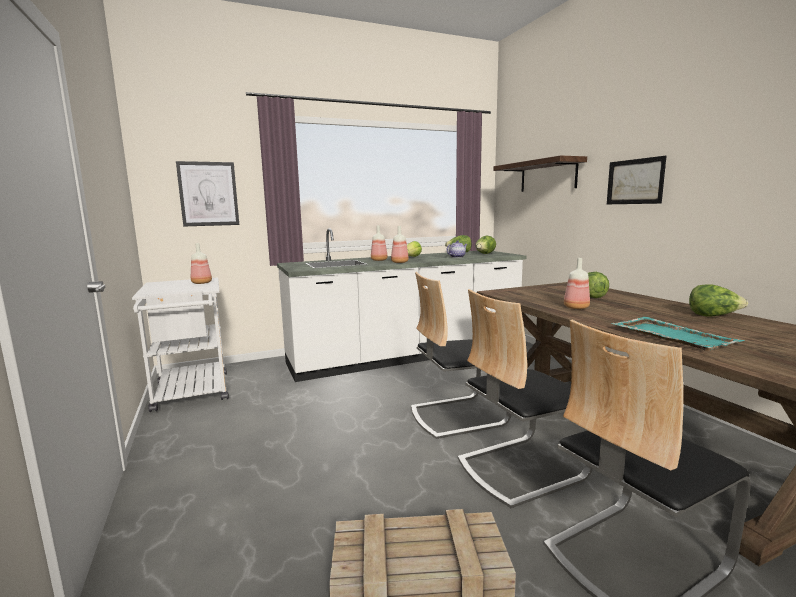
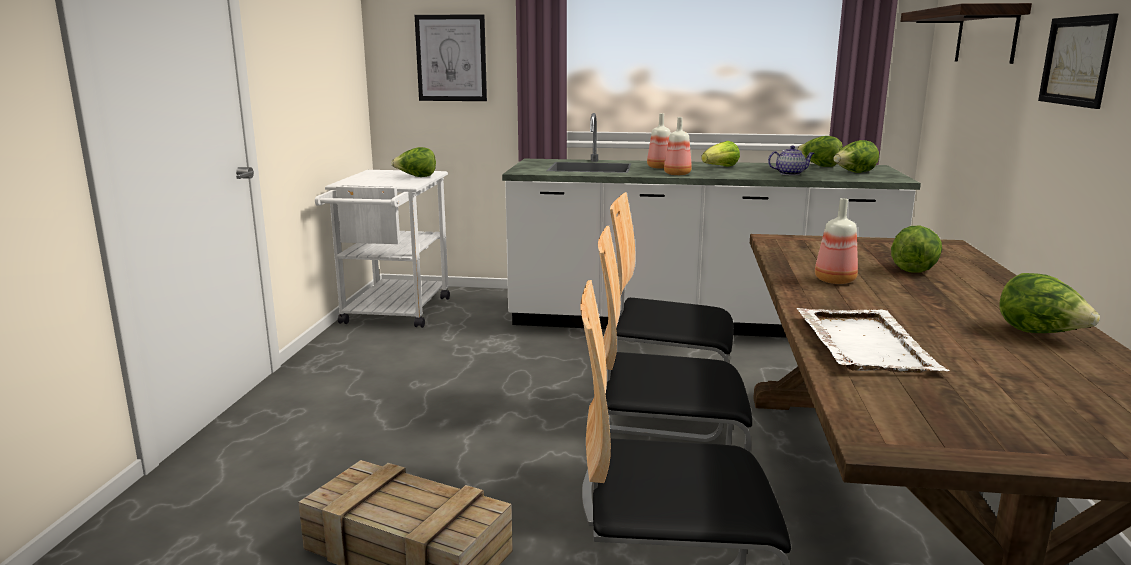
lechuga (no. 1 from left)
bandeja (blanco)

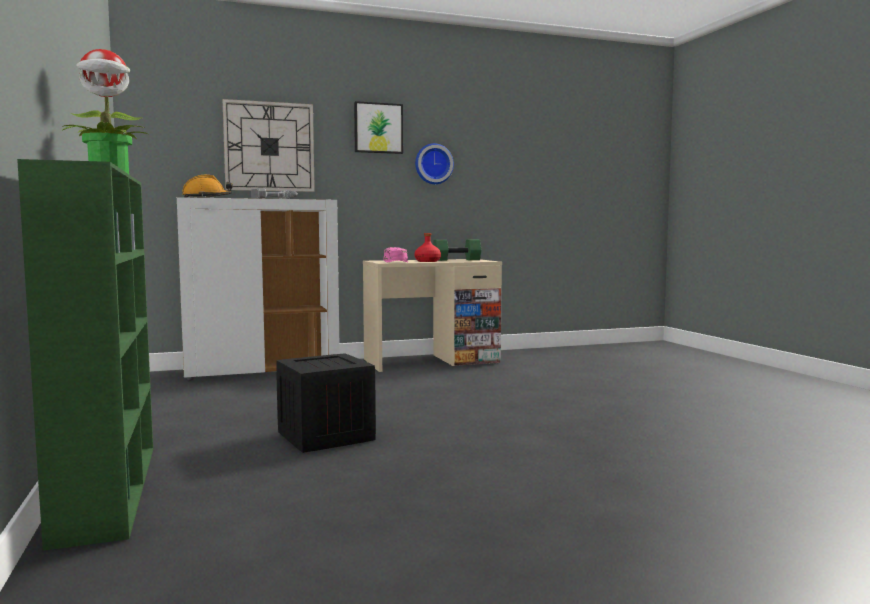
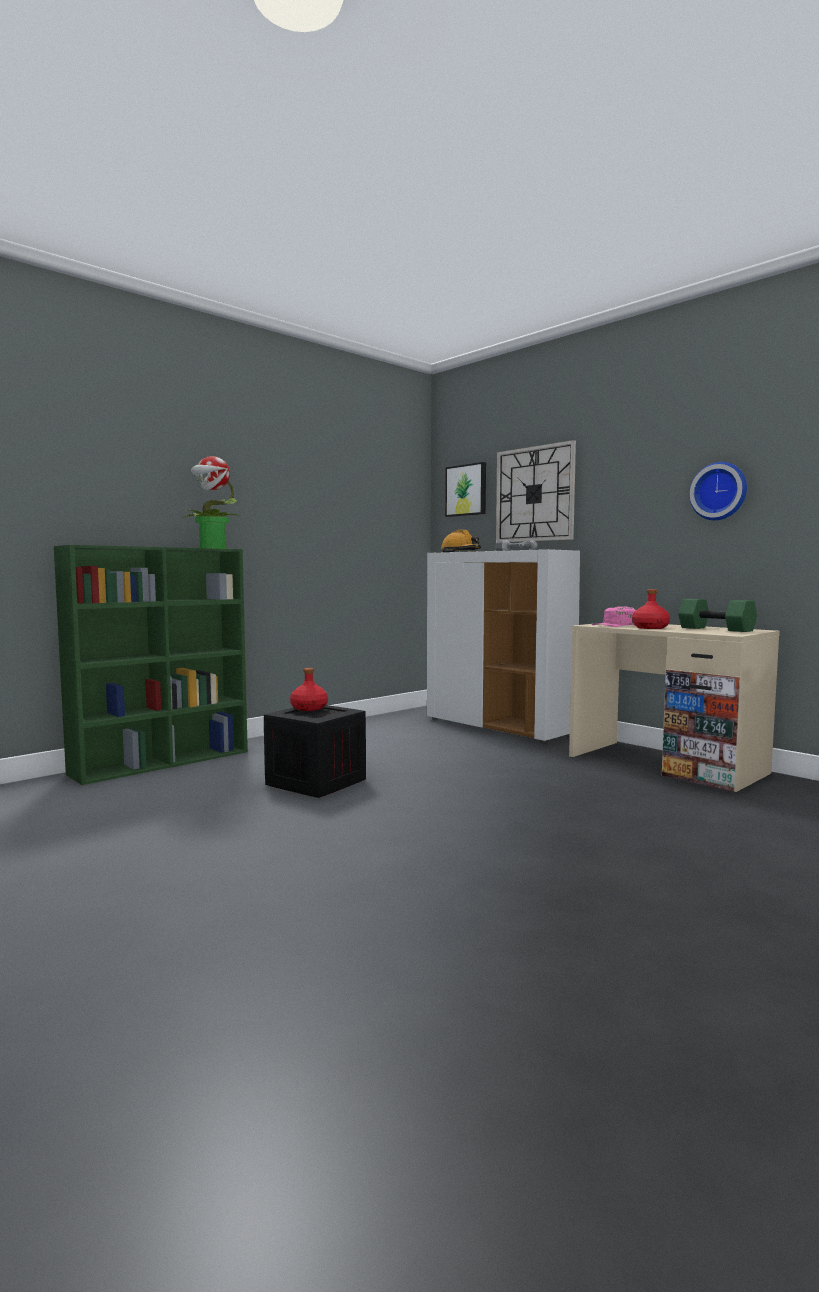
cuadro
botella (rojo) (no. 1 from left)

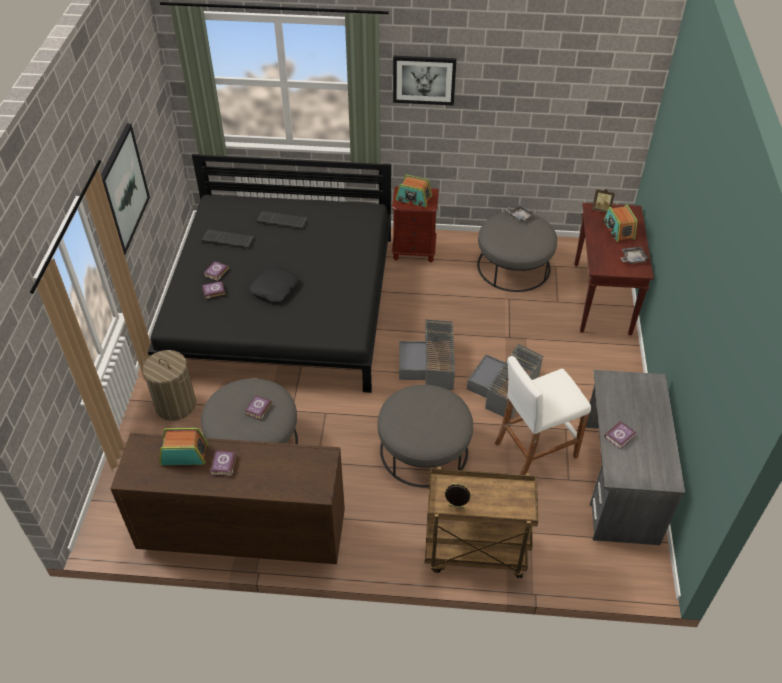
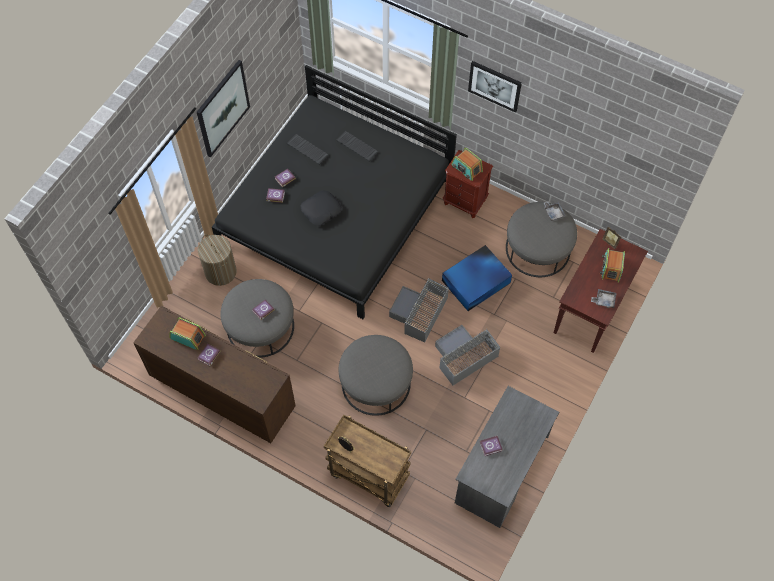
taburete (blanco)
caja de almacenaje (azul)

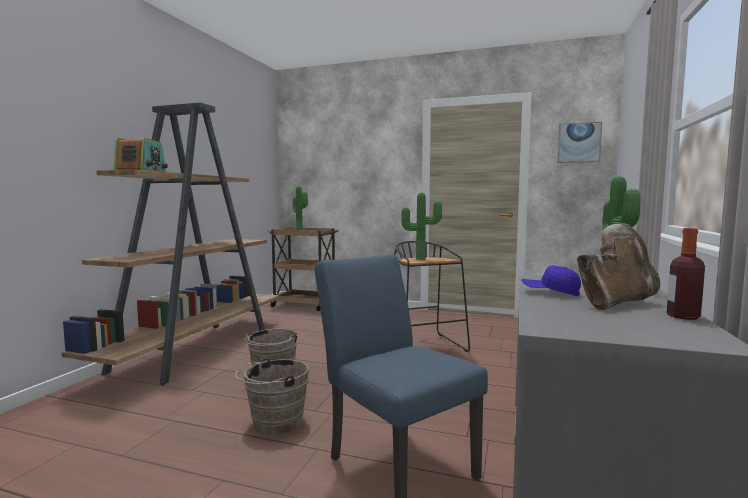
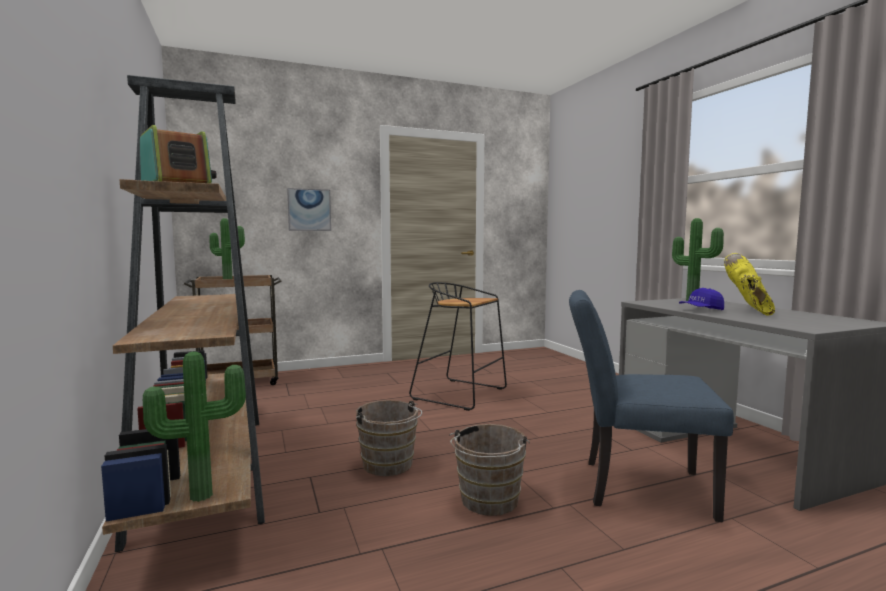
planta en maceta (no. 1 from left)
cuadro
bota (amarillo)
botella

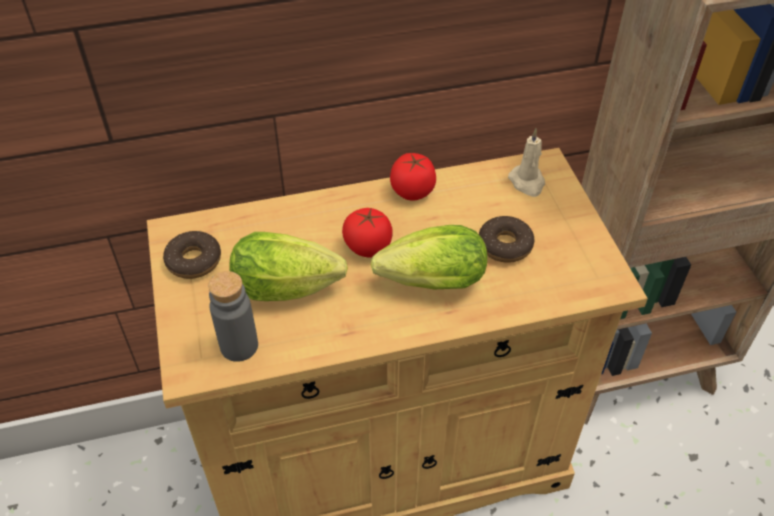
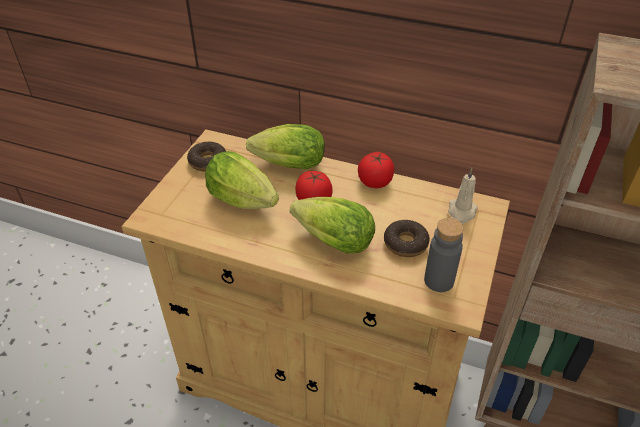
botella (gris)
lechuga (no. 2 from left)

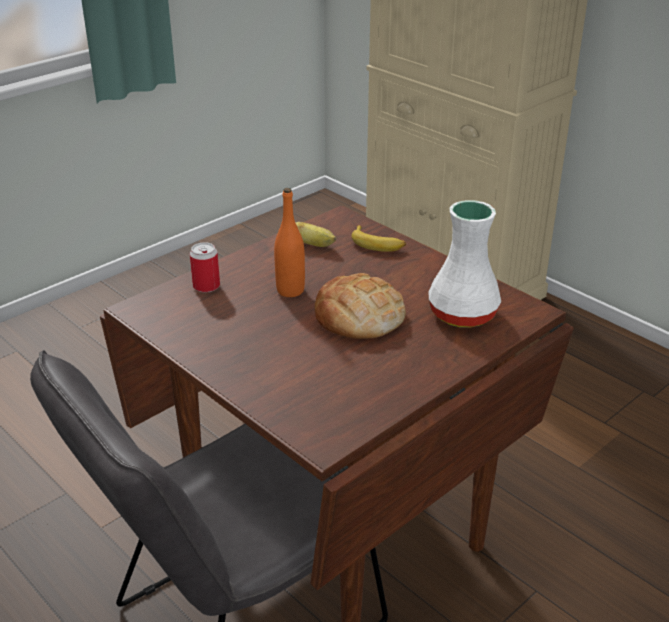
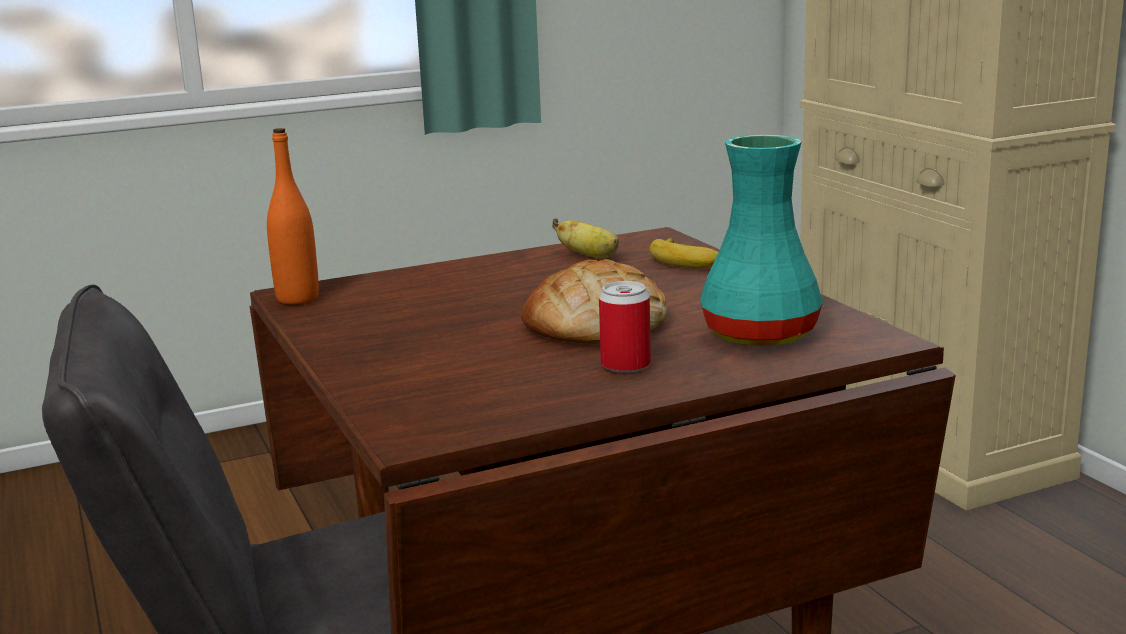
lata
botella (naranja)
florero (turquesa)

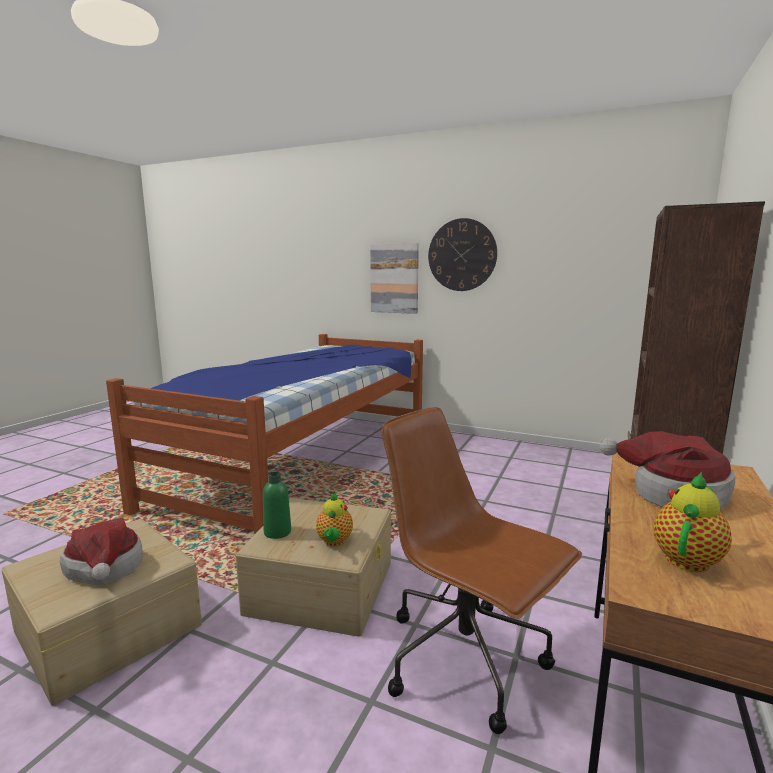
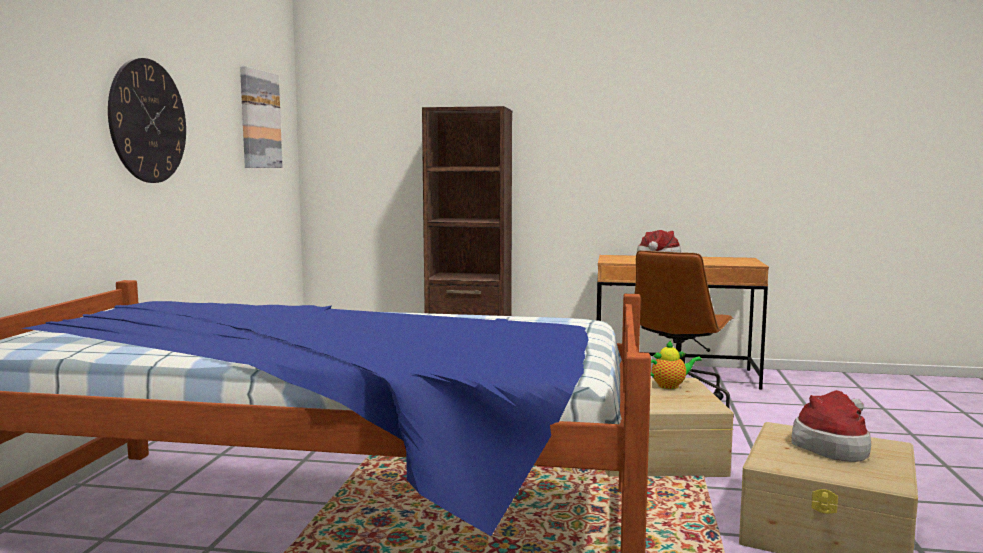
botella (verde)
cuadro
tetera (no. 2 from left in the first image)

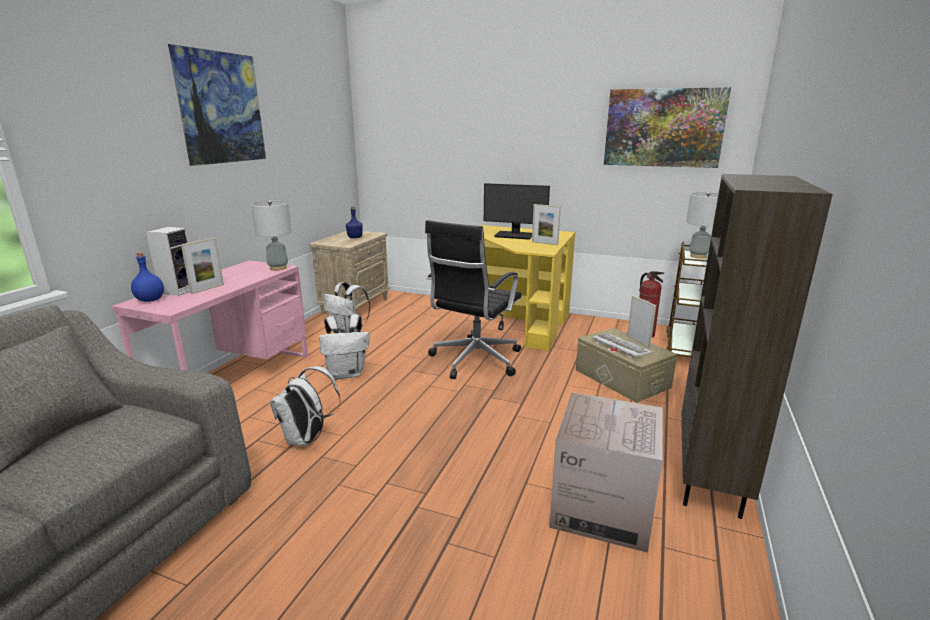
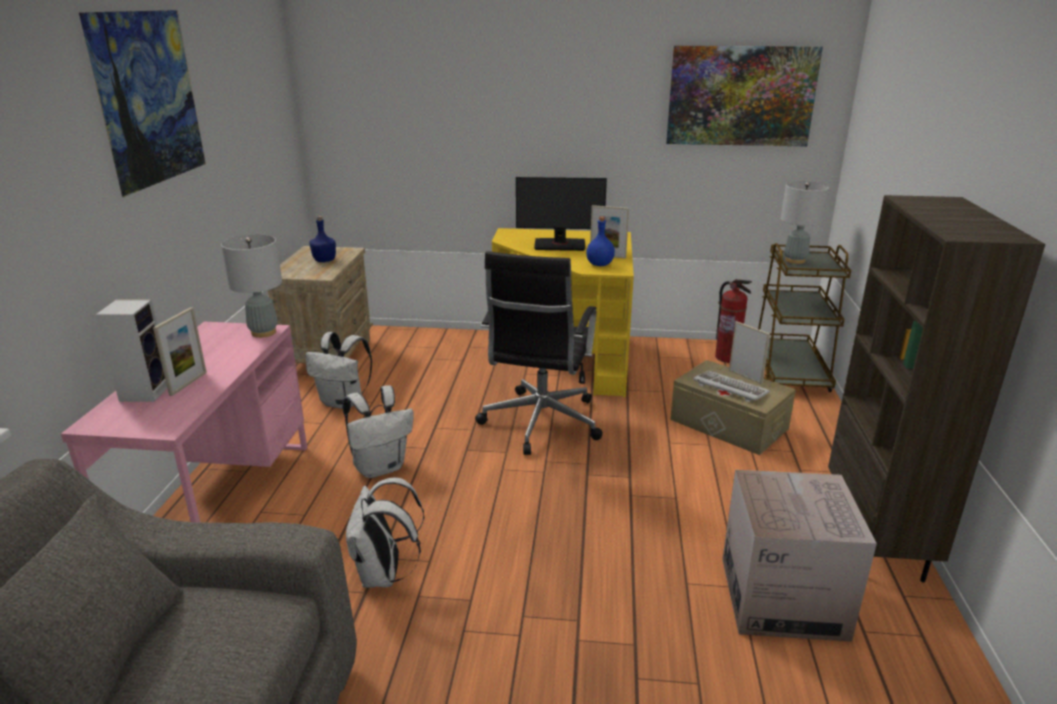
botella (azul) (no. 2 from left)

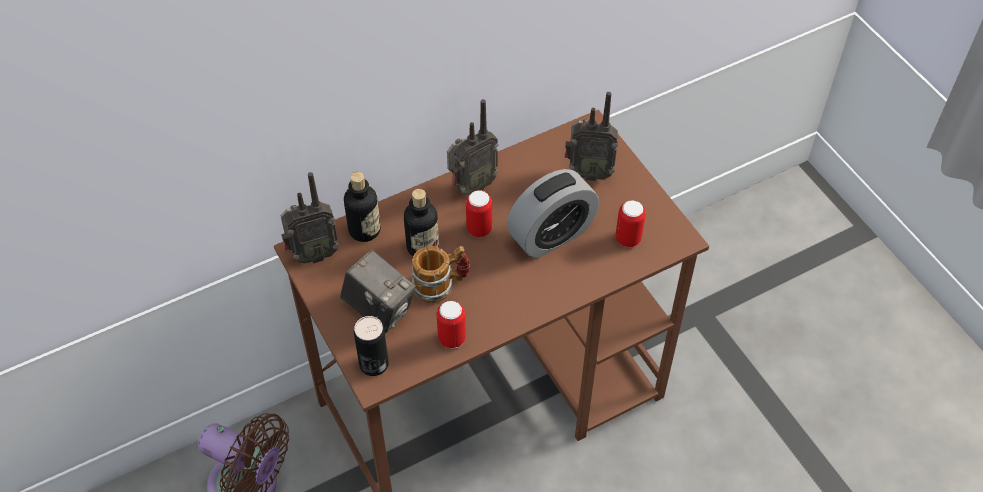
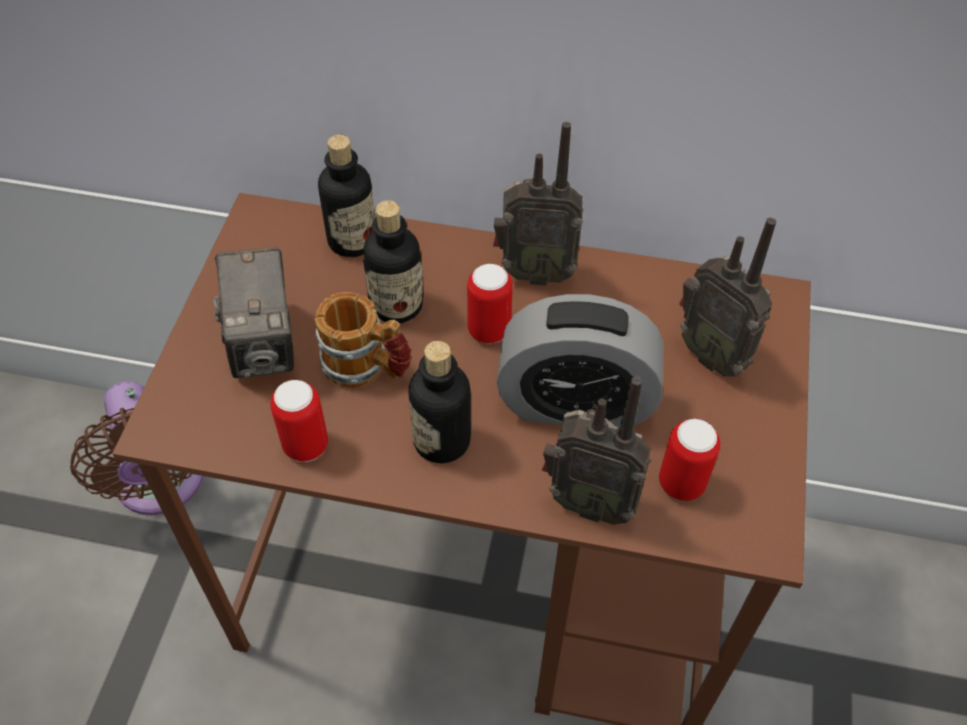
radio (no. 2 from left)
lata (no. 1 from left in the first image)
botella (no. 3 from left)

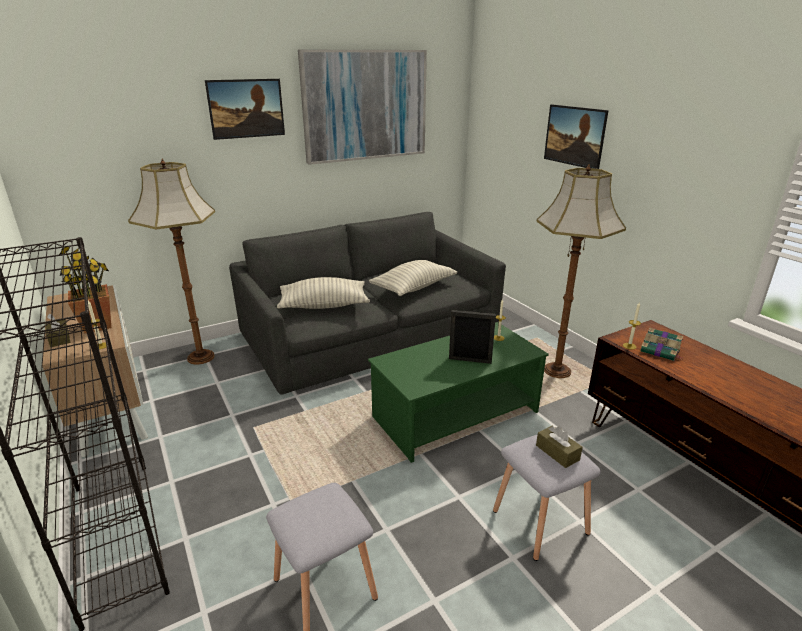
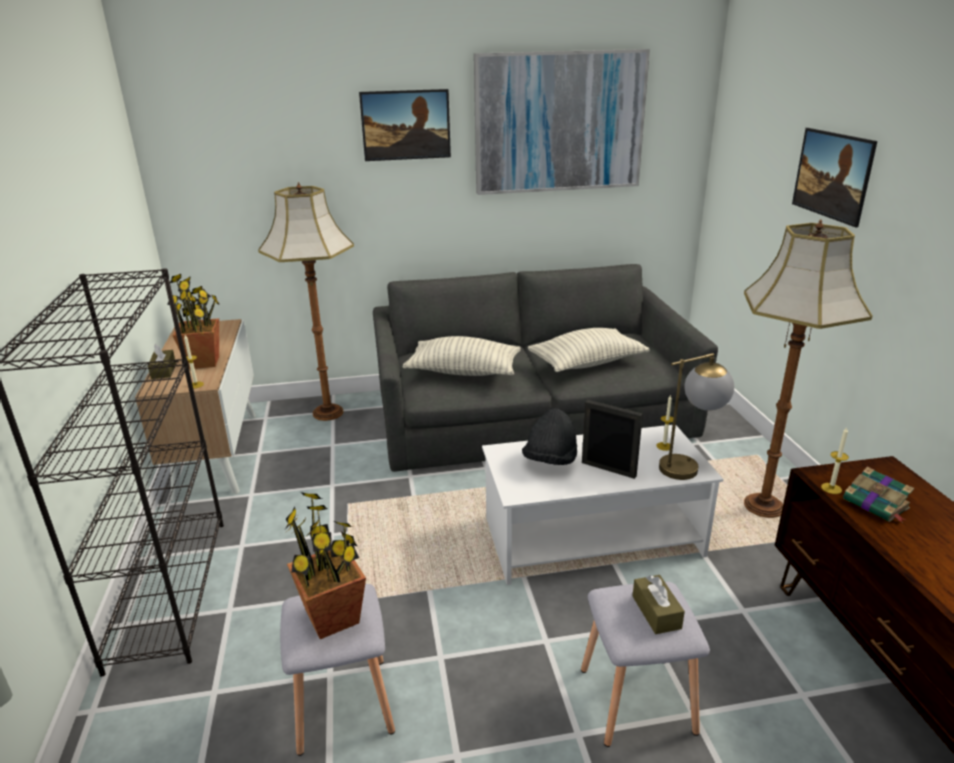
mesa de centro (blanco)
planta en maceta (no. 2 from left)
sombrero (negro)
lámpara de mesa

